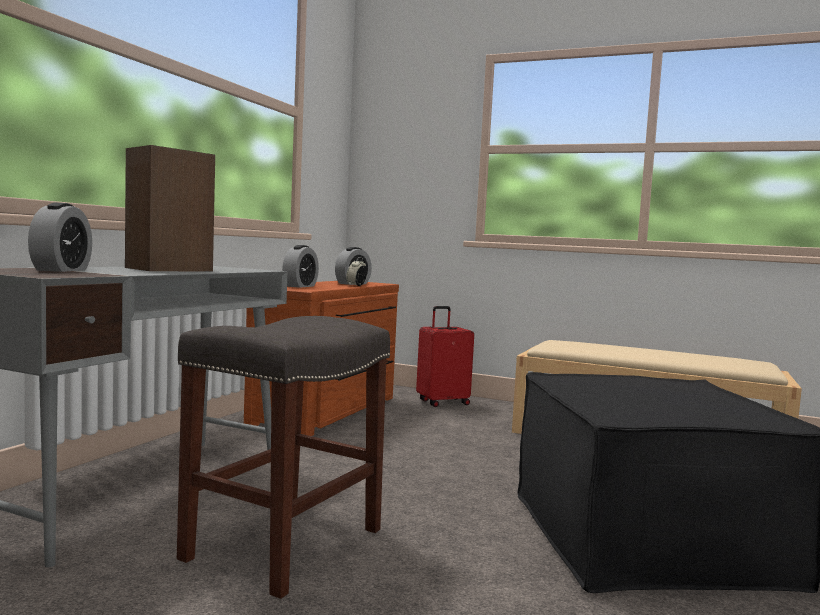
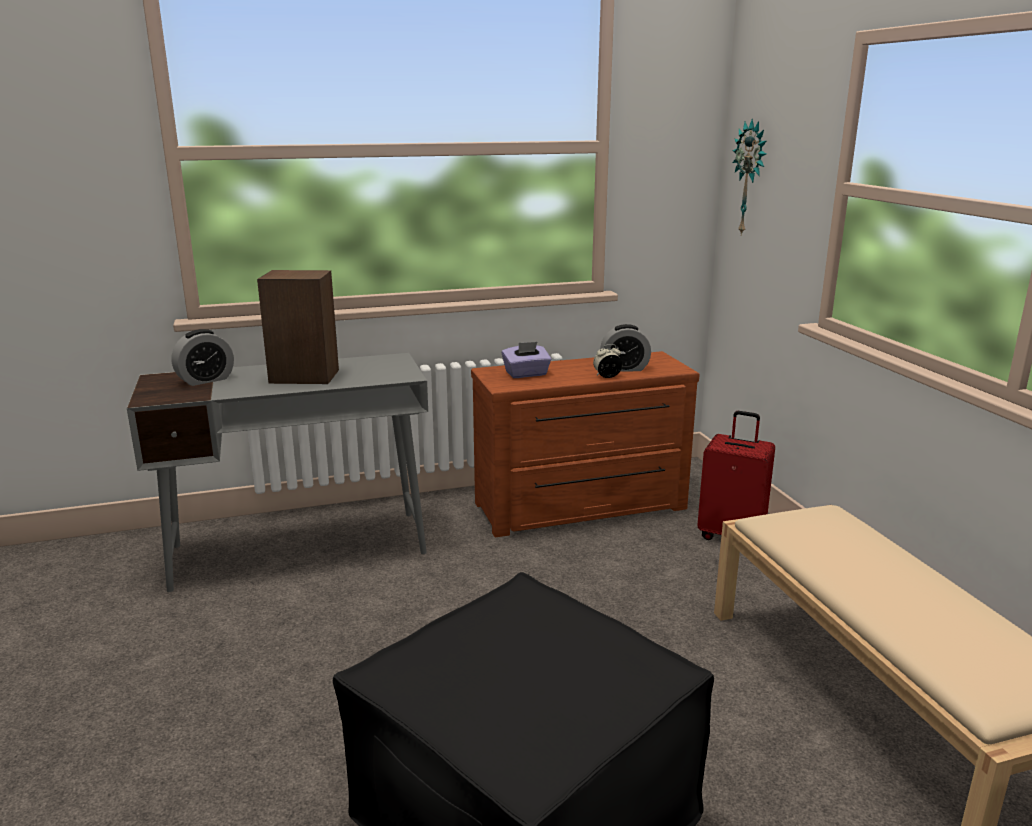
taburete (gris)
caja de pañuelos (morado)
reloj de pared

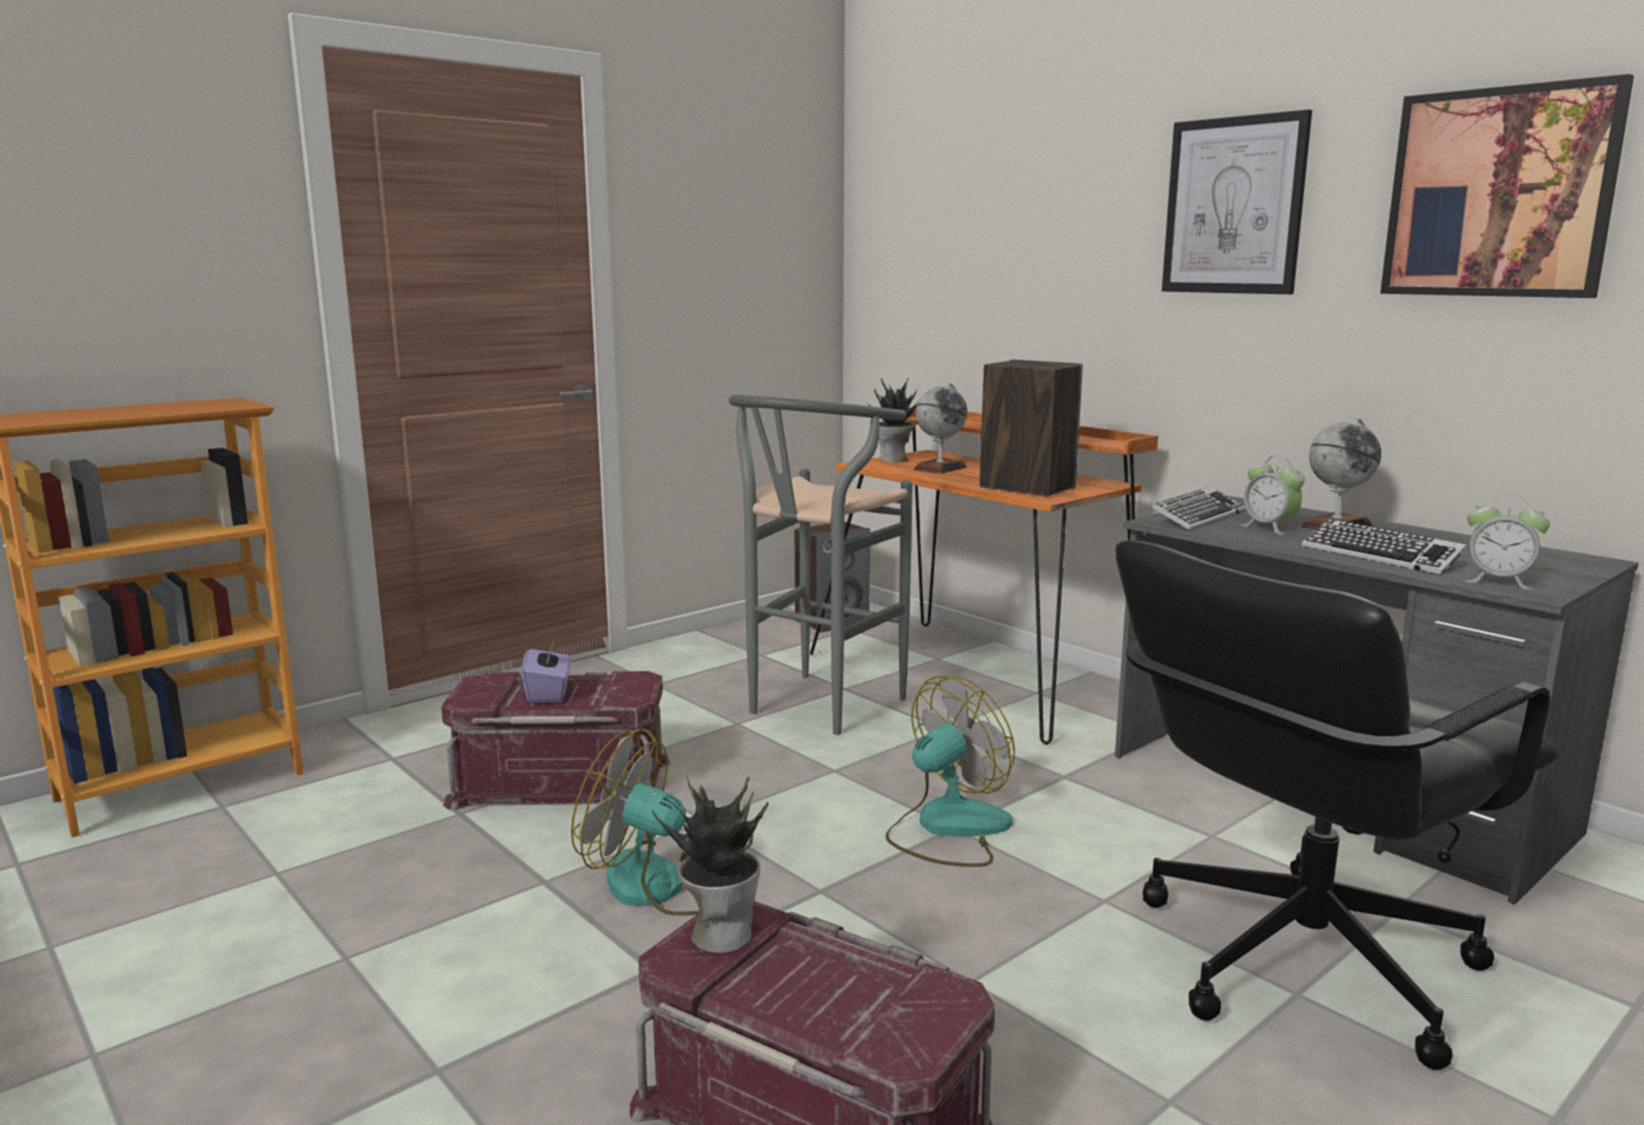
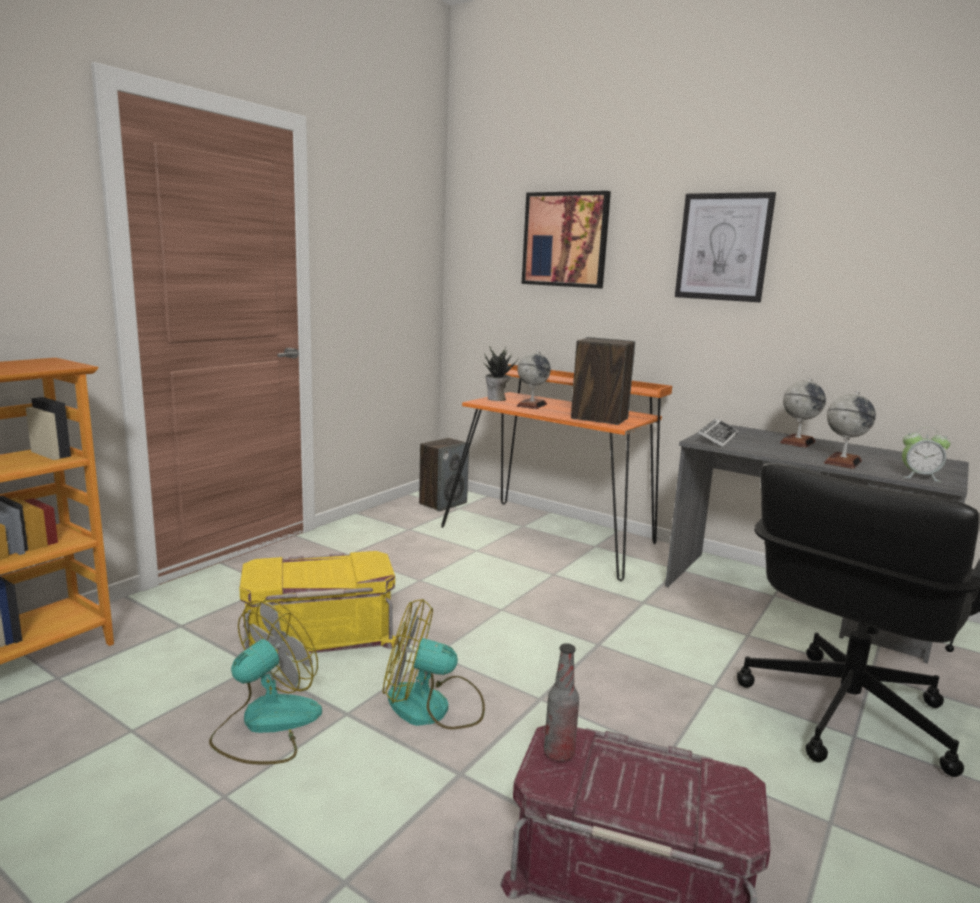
caja de almacenaje (amarillo)
caja de pañuelos (morado)
botella
taburete (gris)
ventilador (no. 1 from left)
despertador (no. 1 from left in the first image)
globo terráqueo (no. 3 from left)
cuadro (no. 1 from left)

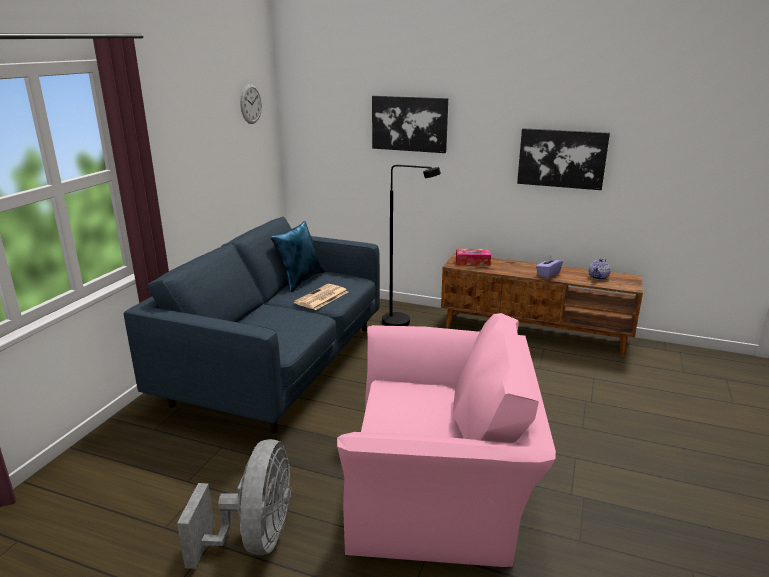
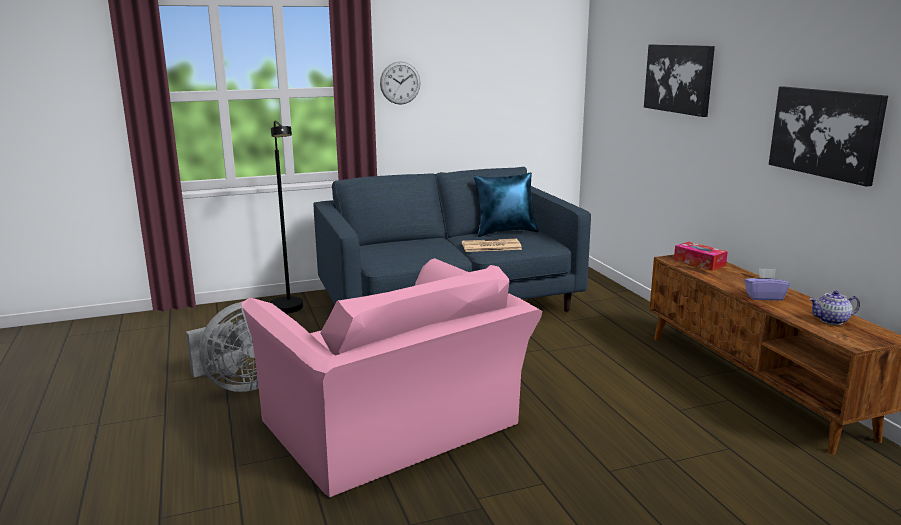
reloj de pared
lámpara de pie (negro)

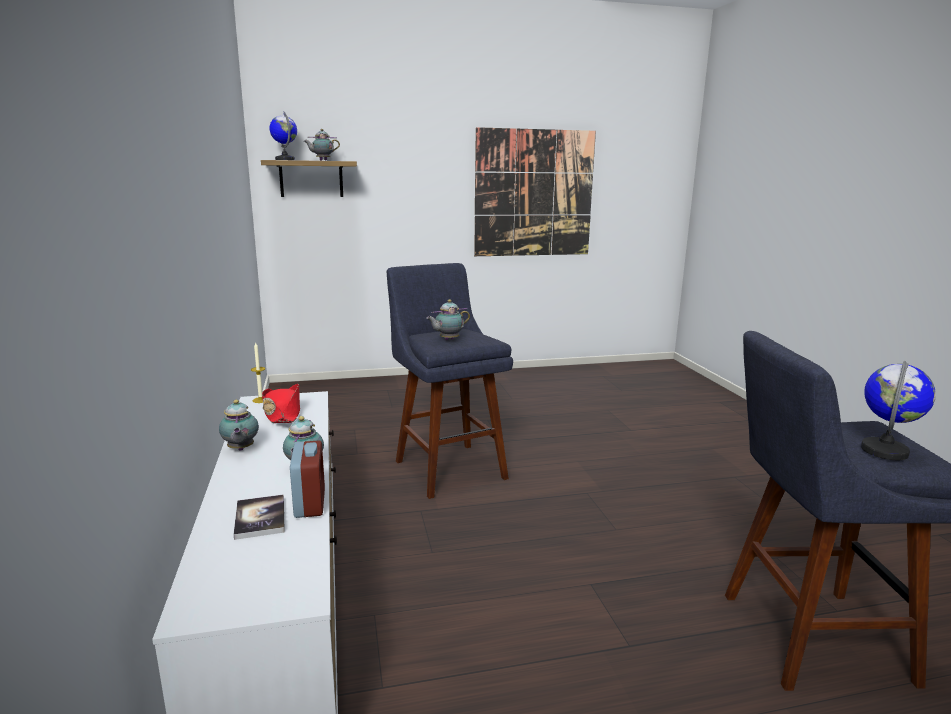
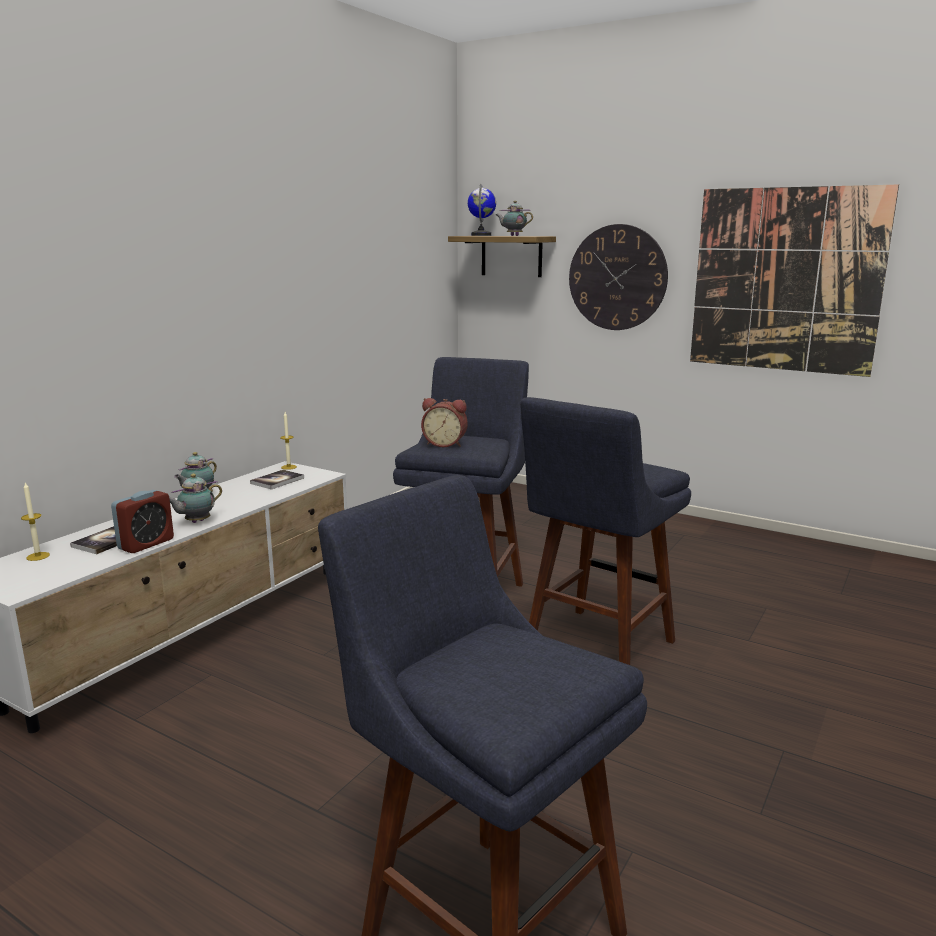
libro (no. 2 from left)
despertador (no. 2 from left)
globo terráqueo (no. 2 from left in the first image)
vela (no. 1 from left)
taburete (azul) (no. 3 from left)
reloj de pared

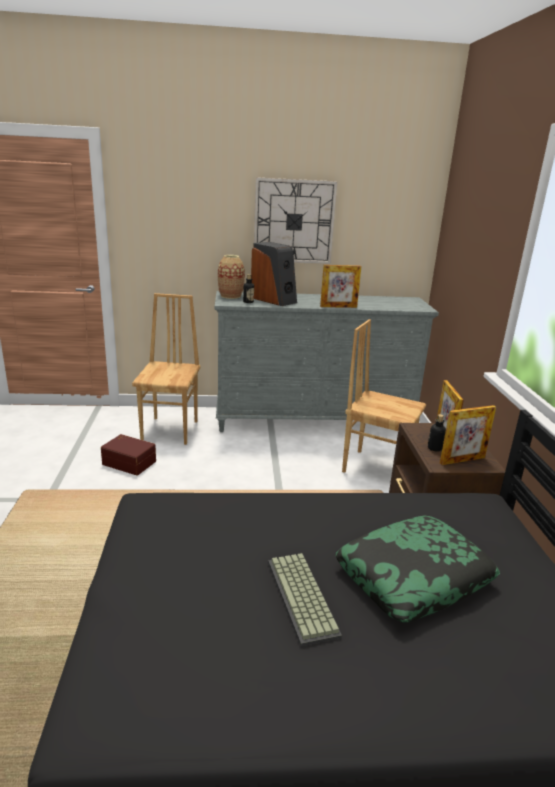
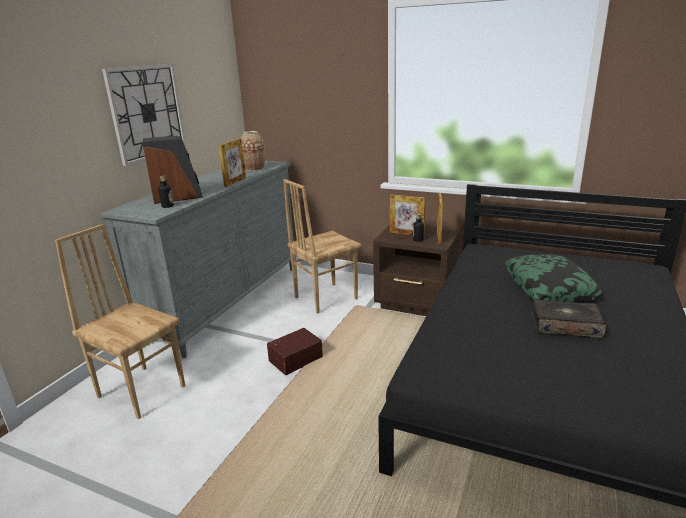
caja de almacenaje (marrón)
florero
libro

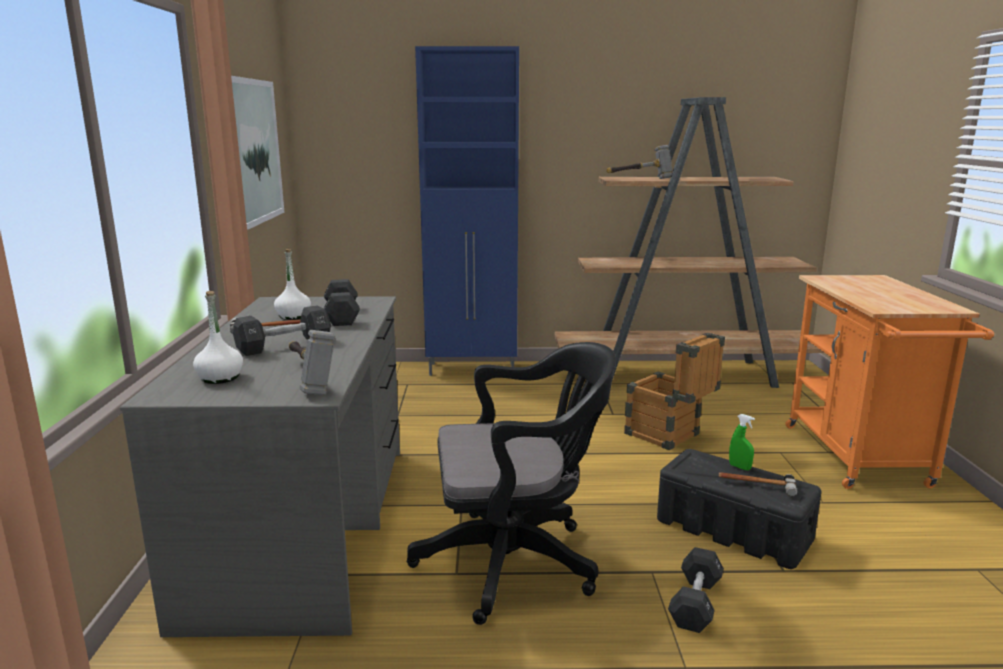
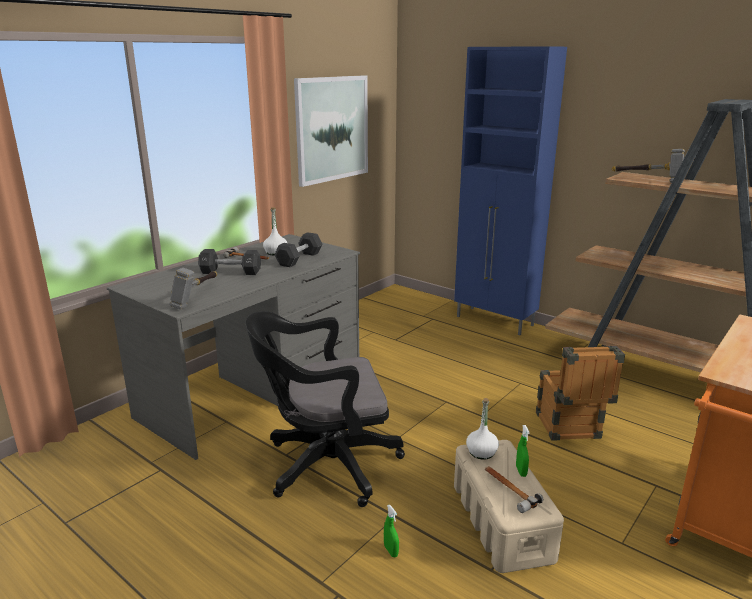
botella (blanco) (no. 2 from left)
silla de oficina (negro)
caja de almacenaje (beis)
pulverizador (verde) (no. 1 from left)

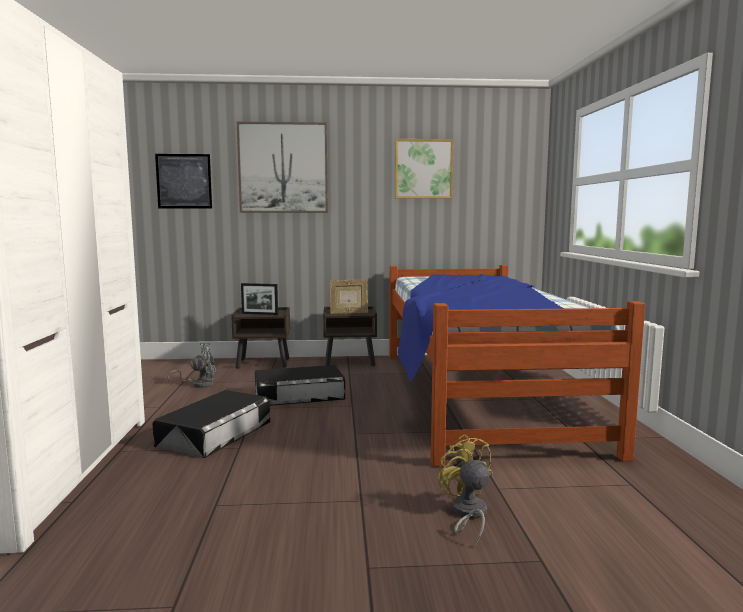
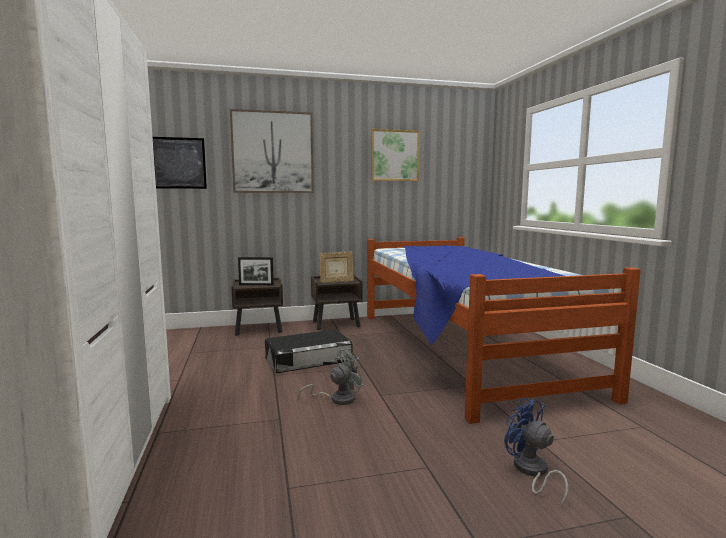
caja de almacenaje (negro) (no. 1 from left in the first image)
ventilador (gris)
ventilador (azul)

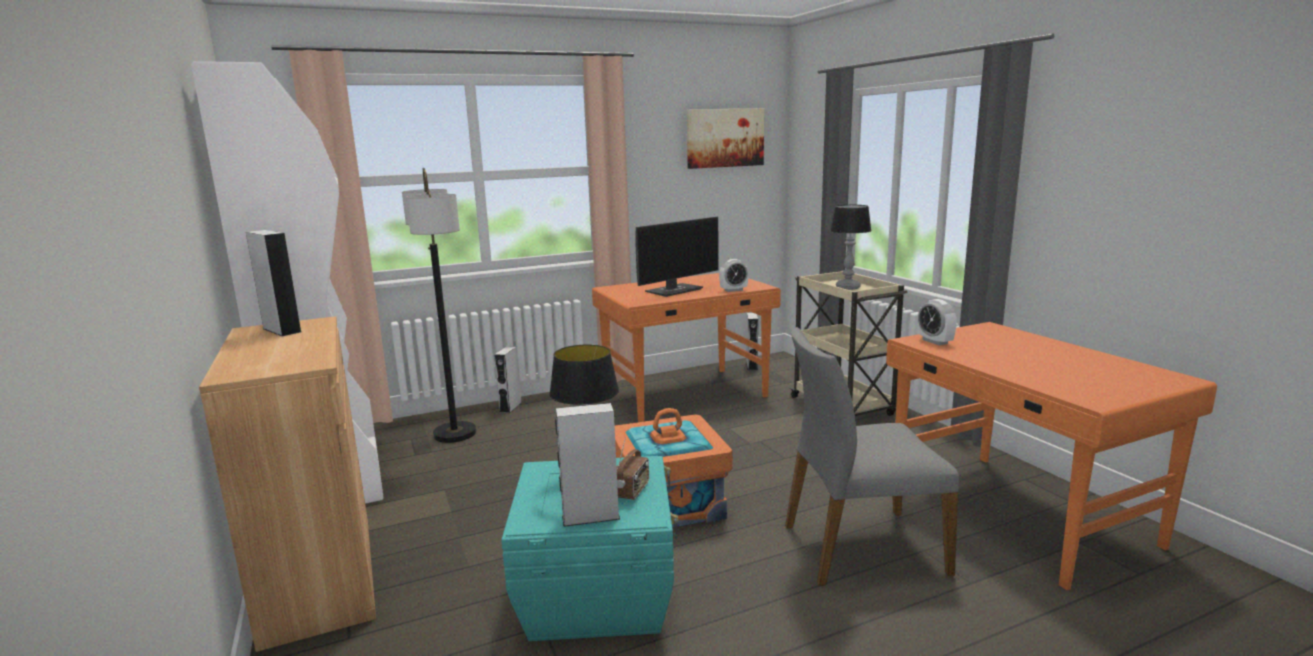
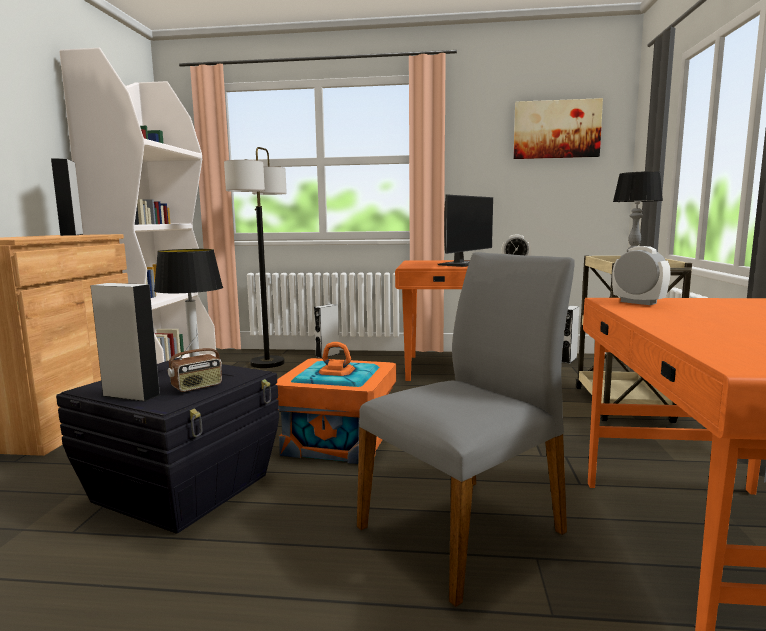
caja de almacenaje (negro)
monitor
silla (gris)
despertador (no. 2 from left)

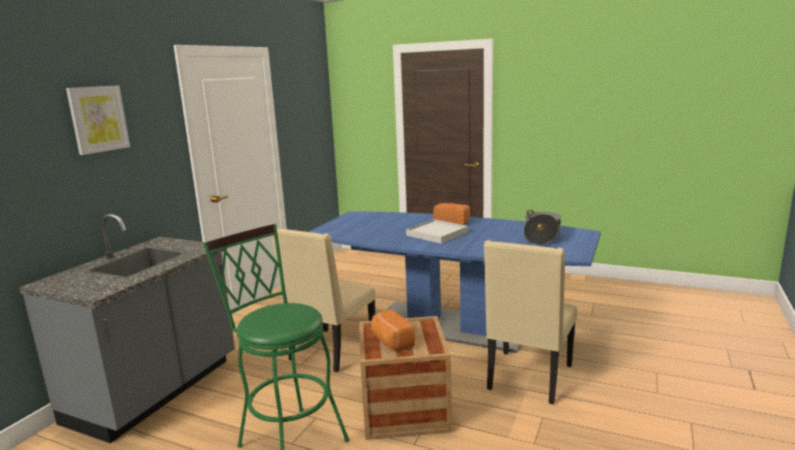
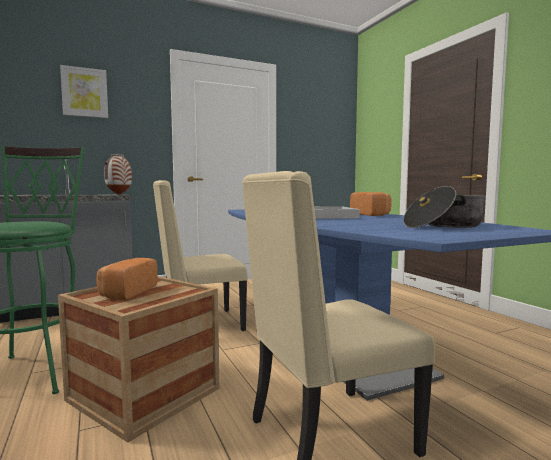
florero

